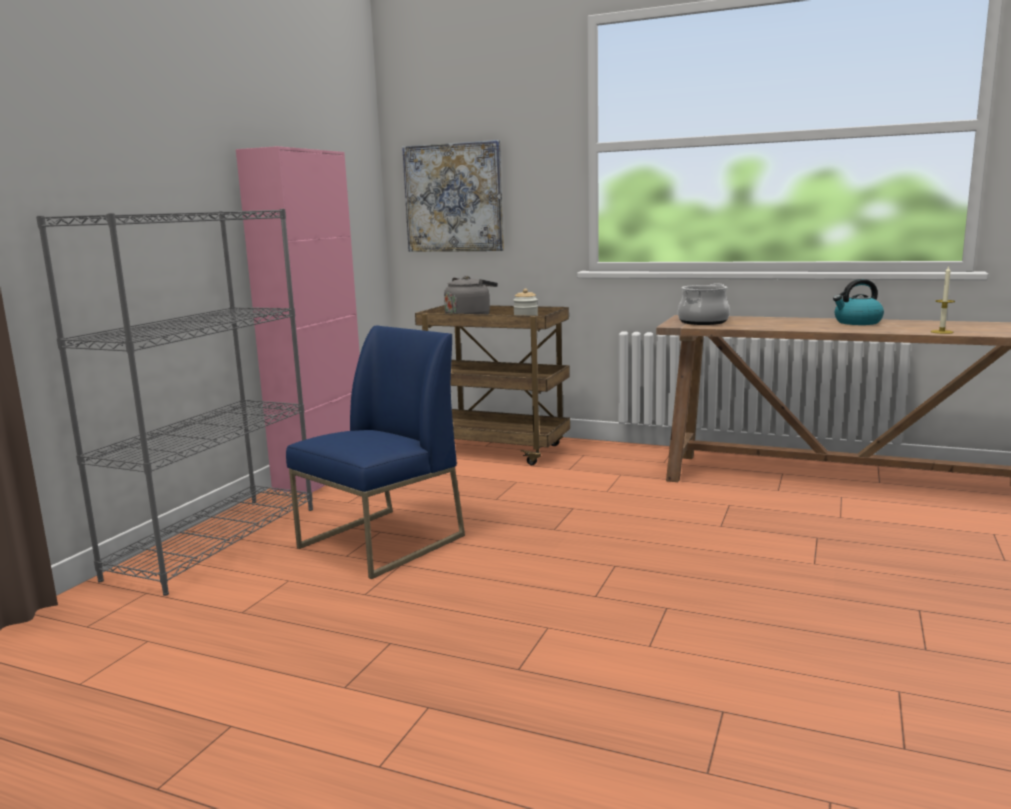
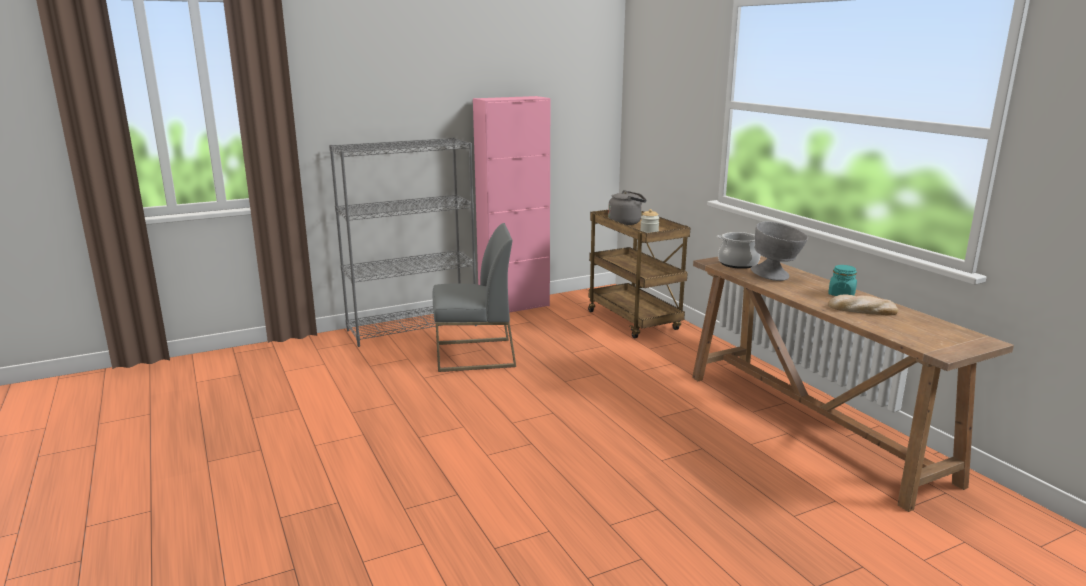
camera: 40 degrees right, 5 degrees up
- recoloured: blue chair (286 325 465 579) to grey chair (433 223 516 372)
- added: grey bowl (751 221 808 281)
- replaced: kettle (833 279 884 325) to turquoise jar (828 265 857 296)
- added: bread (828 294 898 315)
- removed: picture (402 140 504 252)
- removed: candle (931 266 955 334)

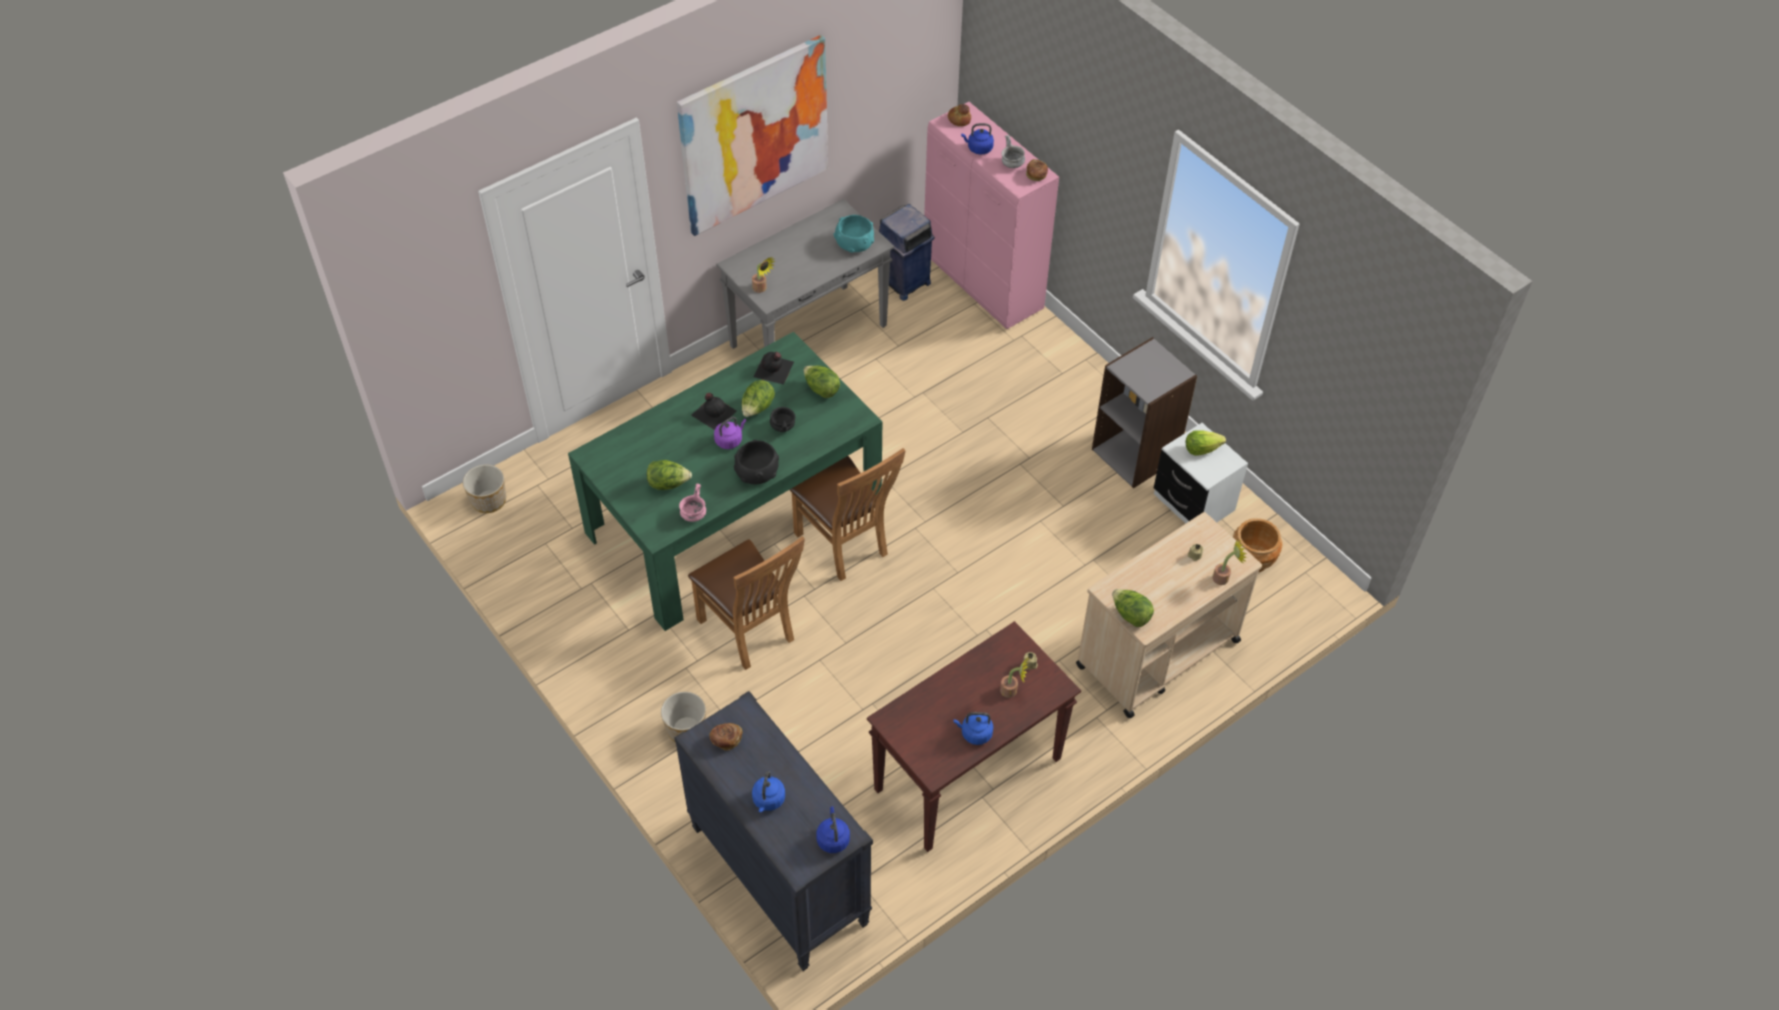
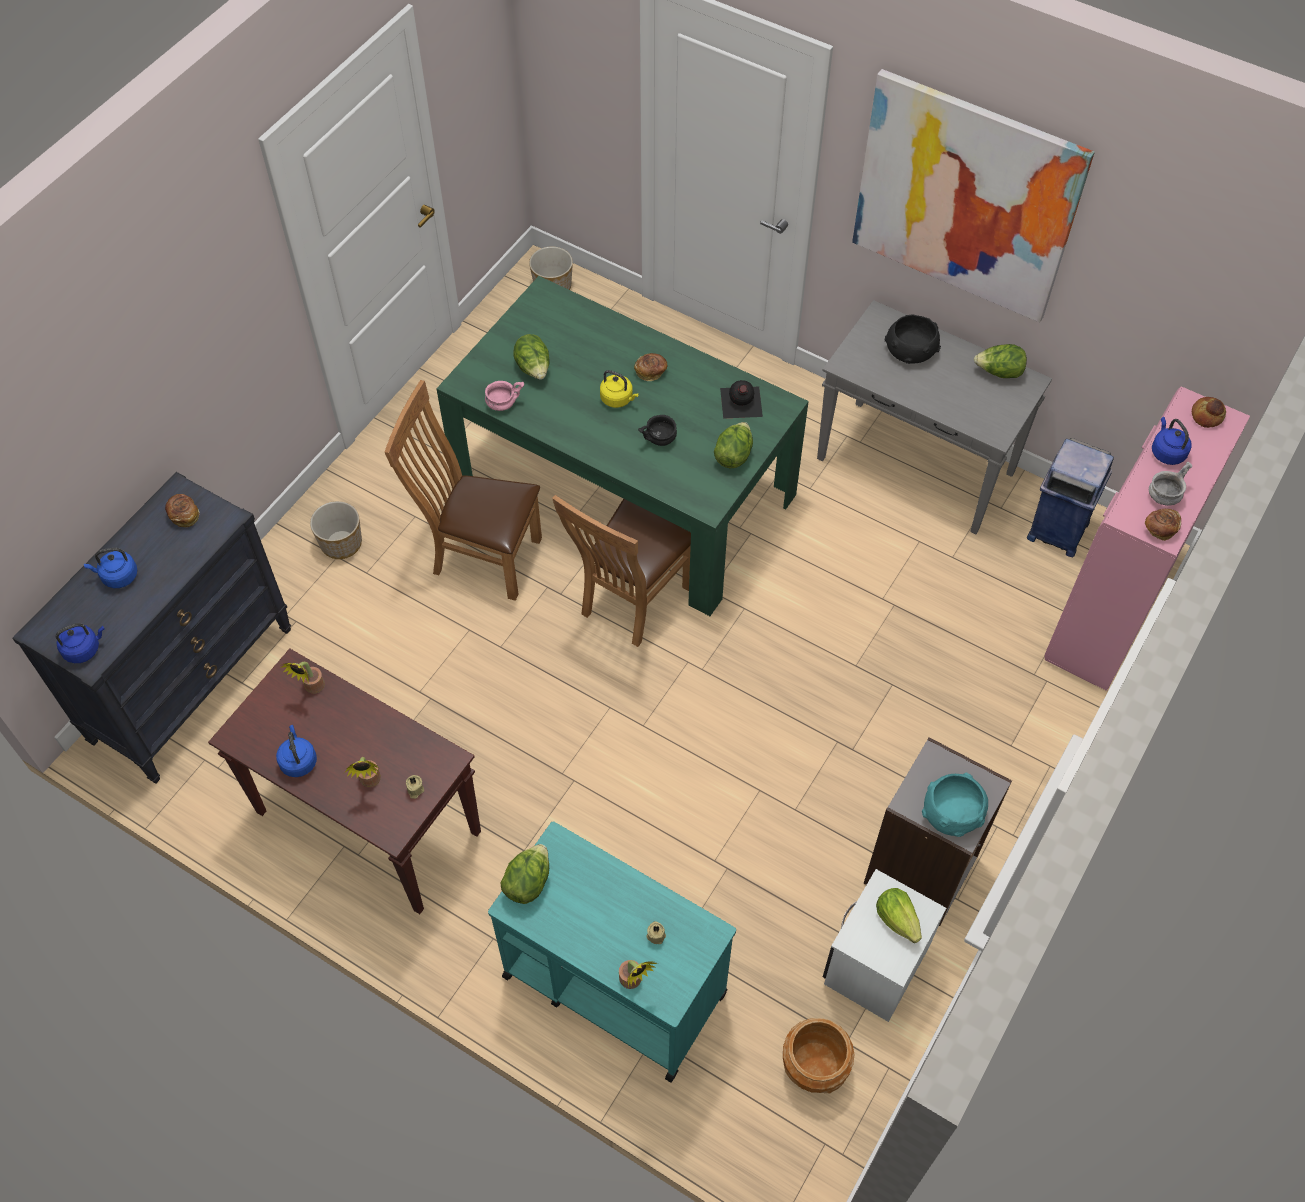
camera: 70 degrees right, 5 degrees up
- moved: potted plant (752 257 776 293) to (280 662 325 694)
- turned: brown chair (688 536 805 670) = (385 380 542 601) 75 degrees clockwise
- recoloured: beige cart (1076 512 1262 718) to turquoise cart (488 821 736 1082)
- recoloured: purple kettle (714 417 746 449) to yellow kettle (600 370 639 408)
- replaced: black bottle (691 393 737 430) to bread (634 353 668 381)
- moved: black bowl (734 440 779 484) to (885 315 941 364)
- moved: turquoise bowl (834 215 874 253) to (922 772 988 837)
- moved: lettuce (741 380 775 417) to (974 344 1027 378)

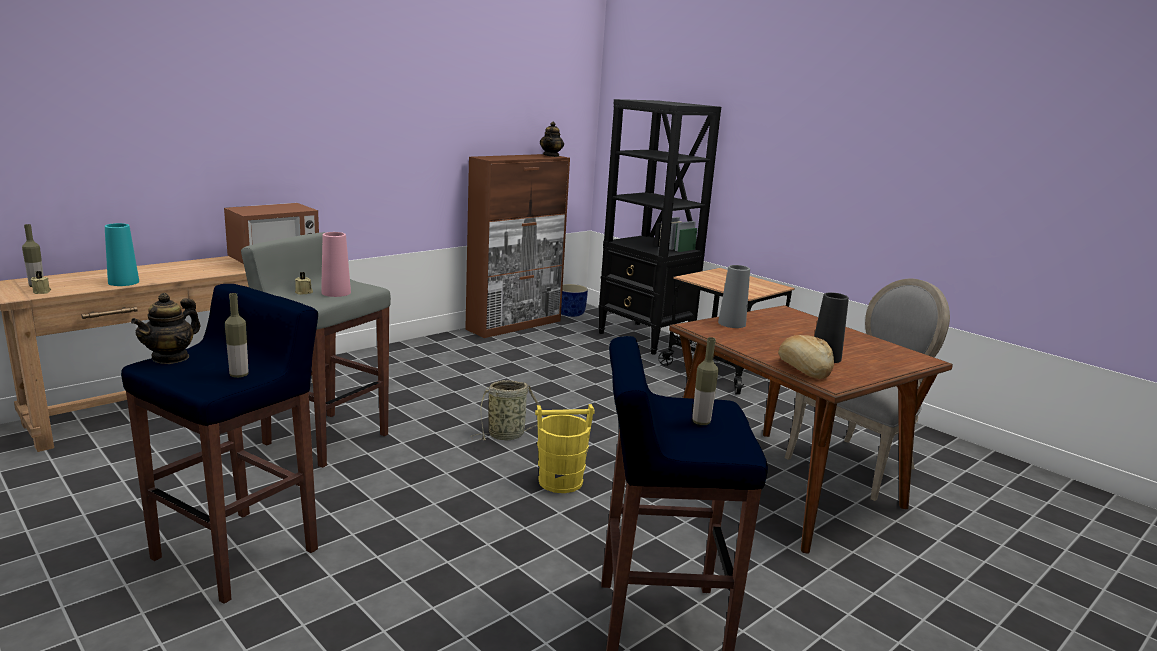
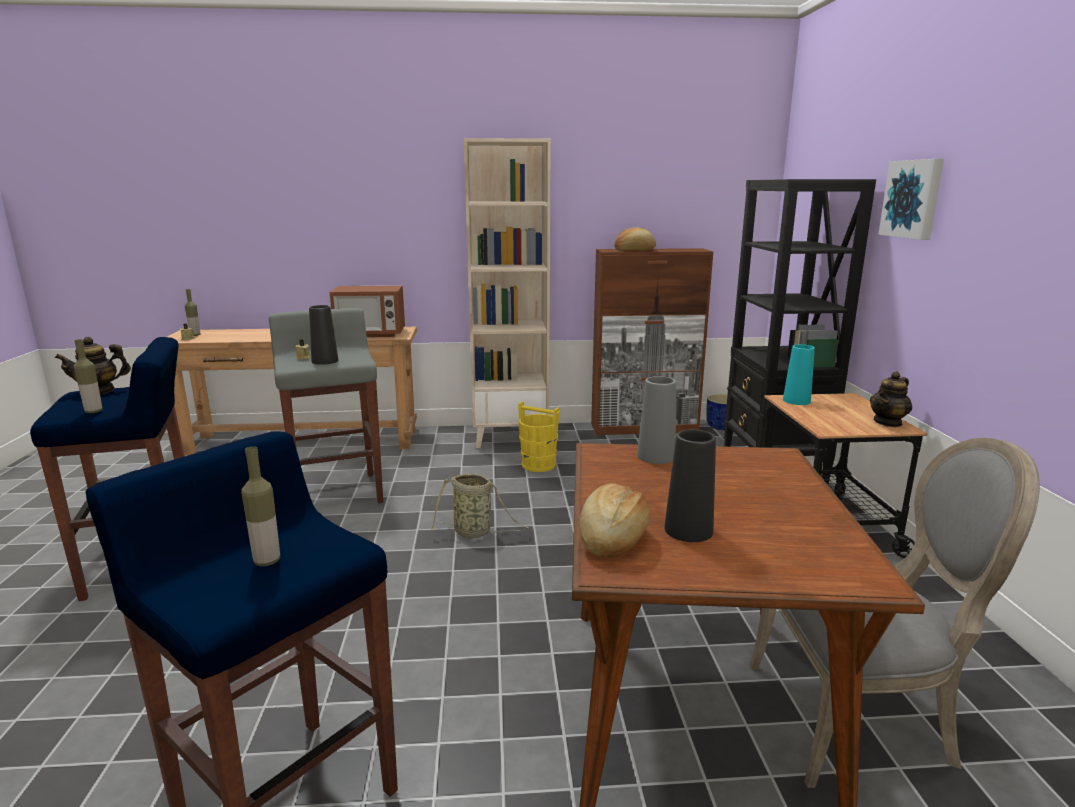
camera: 40 degrees right, 0 degrees up
- recoloured: pink vase (321 232 351 297) to black vase (309 305 339 365)
- added: beige bookcase (464 138 551 448)
- moved: yellow bucket (535 404 595 493) to (518 402 560 472)
- added: bread (614 228 656 251)
- moved: turquoise vase (105 223 139 286) to (783 344 815 405)
- moved: teapot (540 122 564 157) to (870 371 912 427)
- added: picture (878 159 944 240)

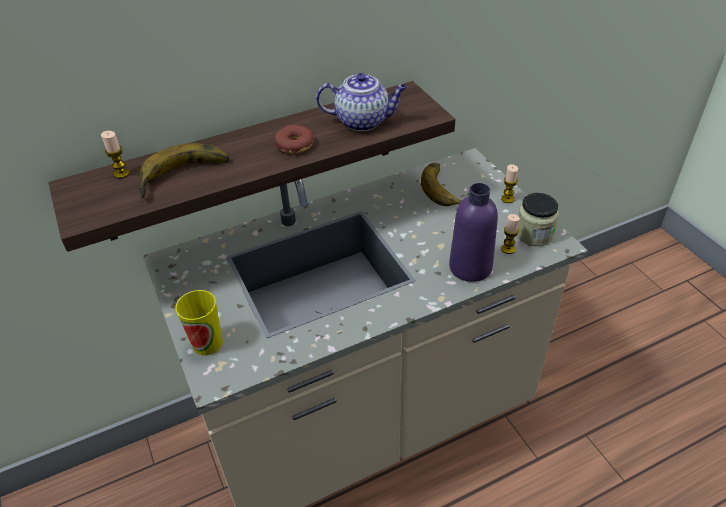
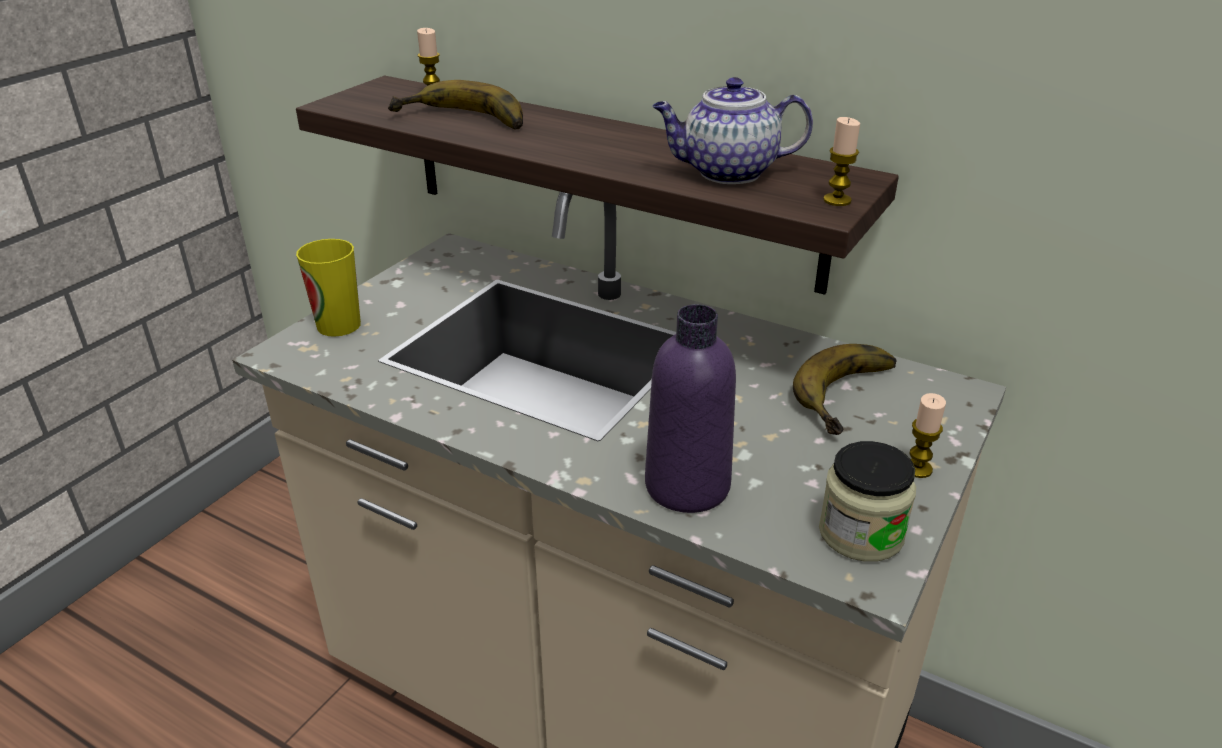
camera: 55 degrees right, 10 degrees down
- turned: teapot (316 73 407 131) = (652 77 813 184) 120 degrees clockwise
- moved: candle (501 214 520 254) to (823 117 860 206)
- removed: donut (274 125 313 155)

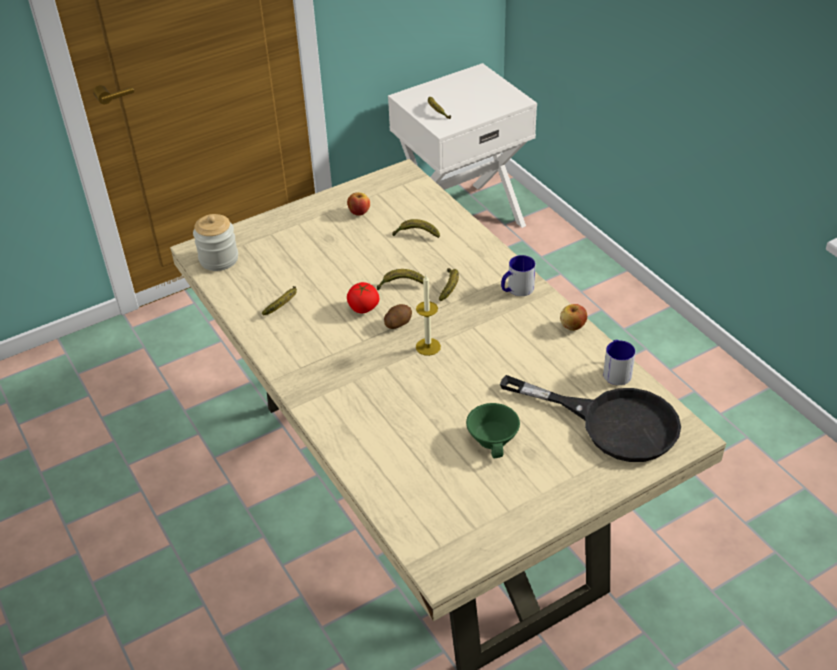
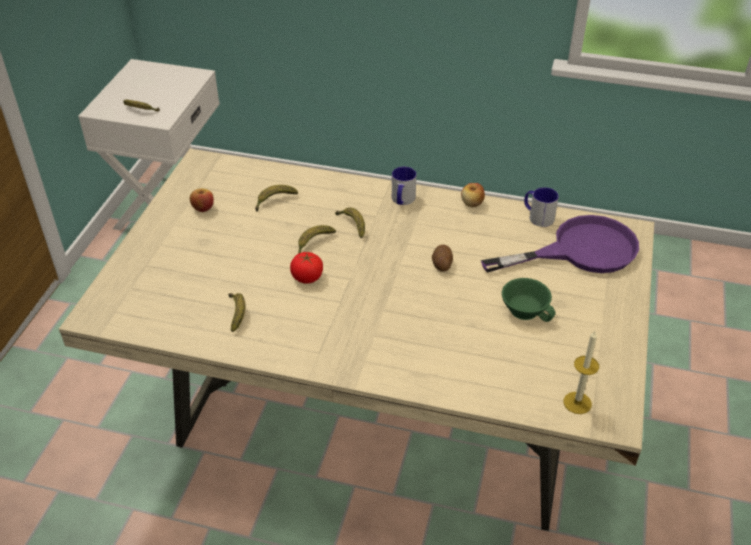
camera: 45 degrees left, 0 degrees up
- moved: potato (384 304 412 329) to (432 245 453 272)
- recoloured: black frying pan (500 375 681 462) to purple frying pan (481 215 639 273)
- moved: candle (416 275 441 356) to (564 331 599 414)
- removed: jar (193 214 238 271)

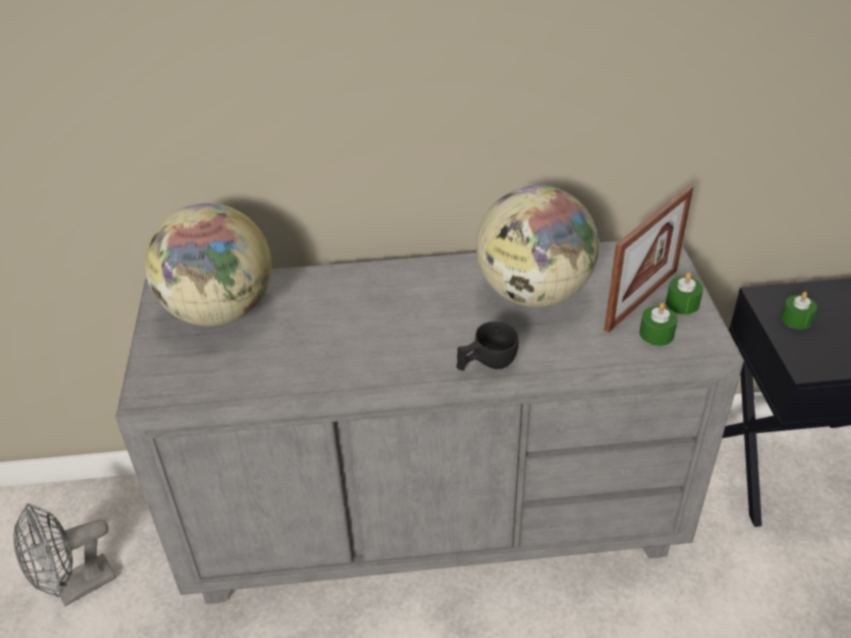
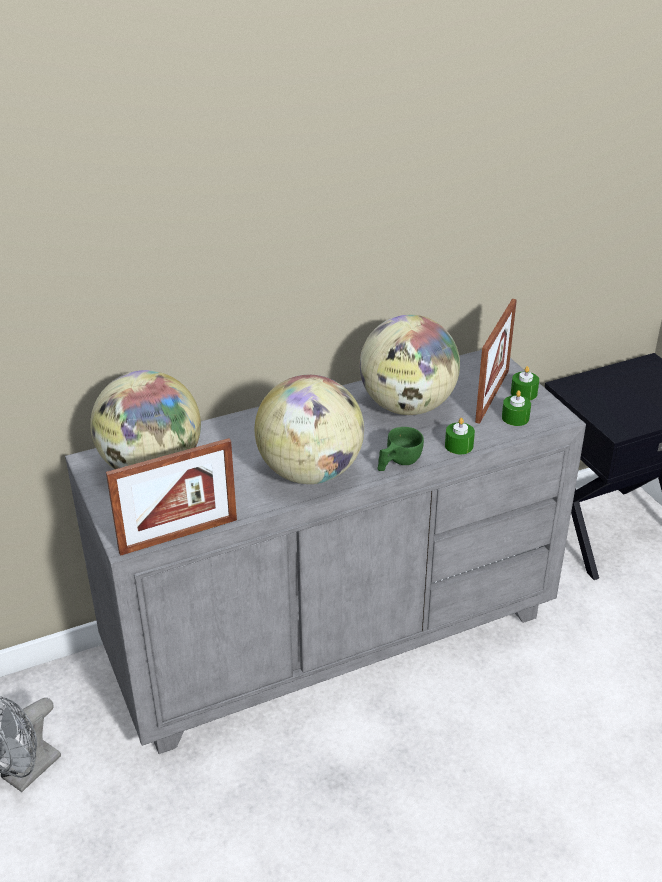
camera: 20 degrees left, 5 degrees down
- added: picture frame (106 438 237 556)
- added: globe (255 375 364 484)
- recoloured: black cup (456 322 519 371) to green cup (377 427 424 471)
- moved: green candle (781 292 817 329) to (445 418 475 454)

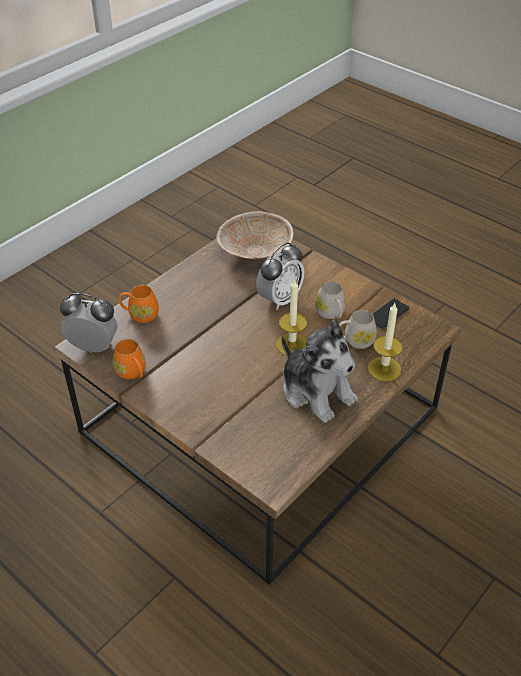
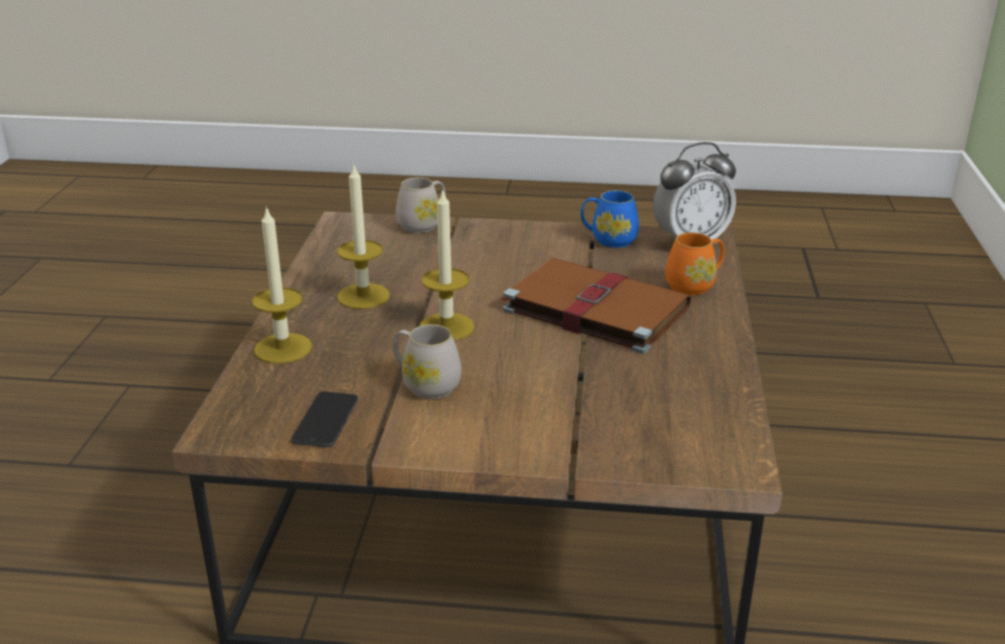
camera: 145 degrees right, 15 degrees down
- replaced: plush toy (281 319 358 423) to candle (337 163 390 309)
- moved: white mug (339 310 377 349) to (396 177 446 233)
- added: brown book (501 258 691 354)
- recoloured: orange mug (113 339 146 379) to blue mug (581 190 639 248)
- removed: beige bowl (217 211 294 259)
- removed: alarm clock (256 242 304 310)

